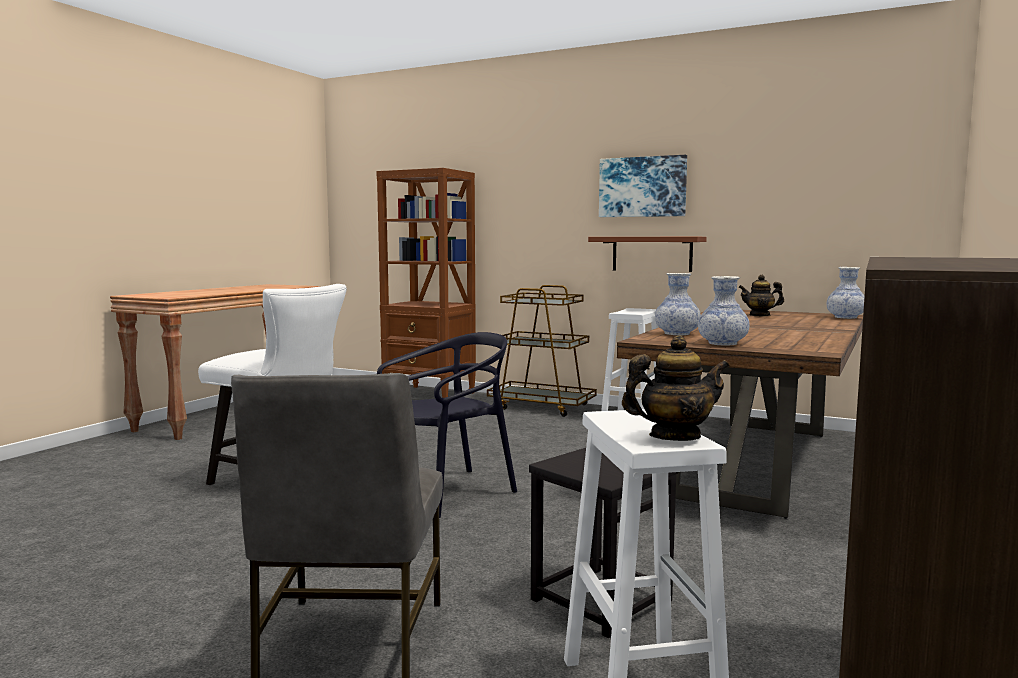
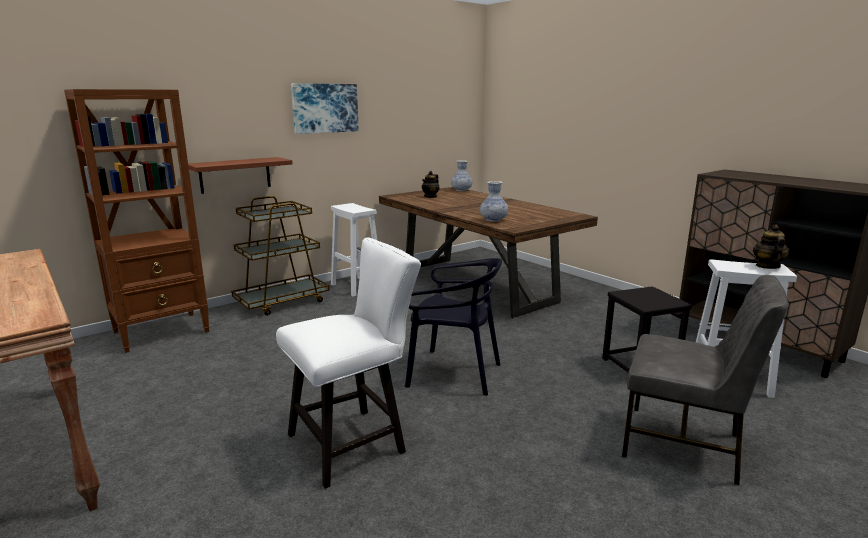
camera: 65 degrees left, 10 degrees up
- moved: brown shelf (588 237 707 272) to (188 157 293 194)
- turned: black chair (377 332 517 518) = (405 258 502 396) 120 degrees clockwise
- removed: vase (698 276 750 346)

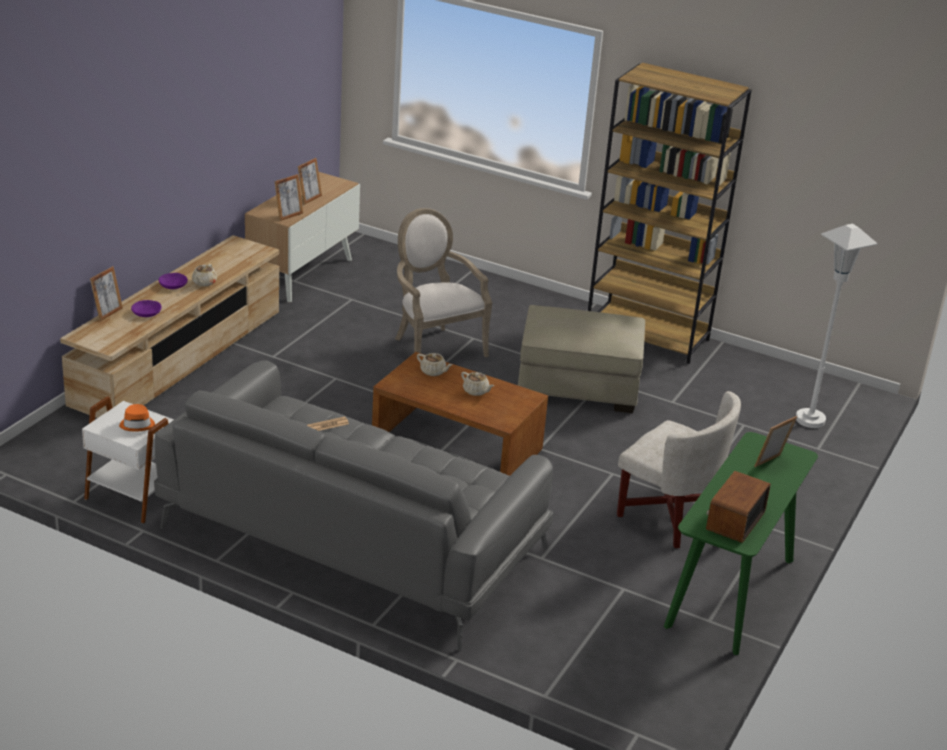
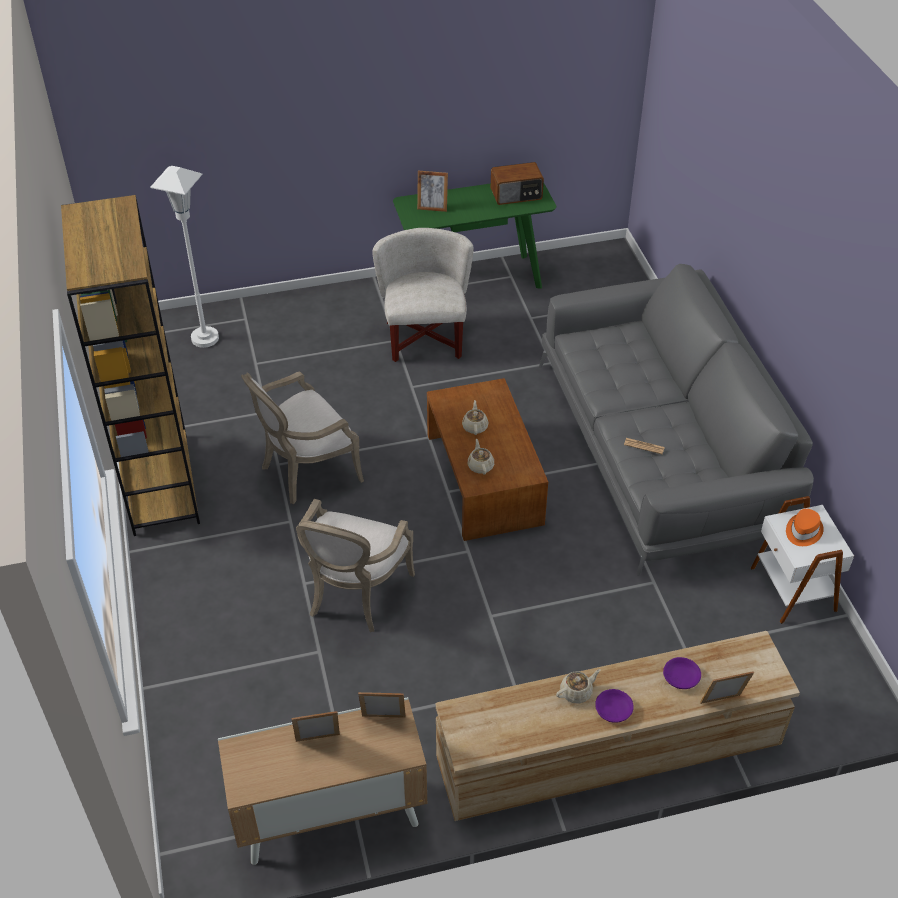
camera: 130 degrees left, 15 degrees up
- replaced: beige ottoman (518 305 645 413) to armchair (241 372 364 504)

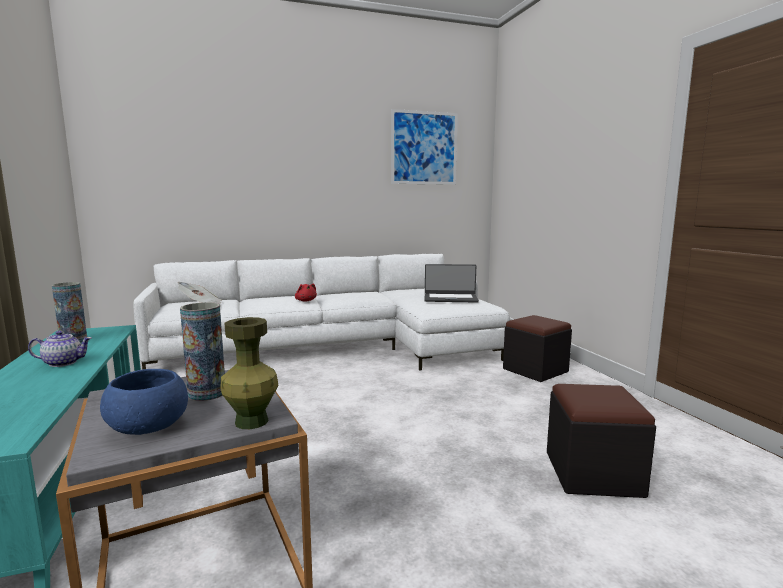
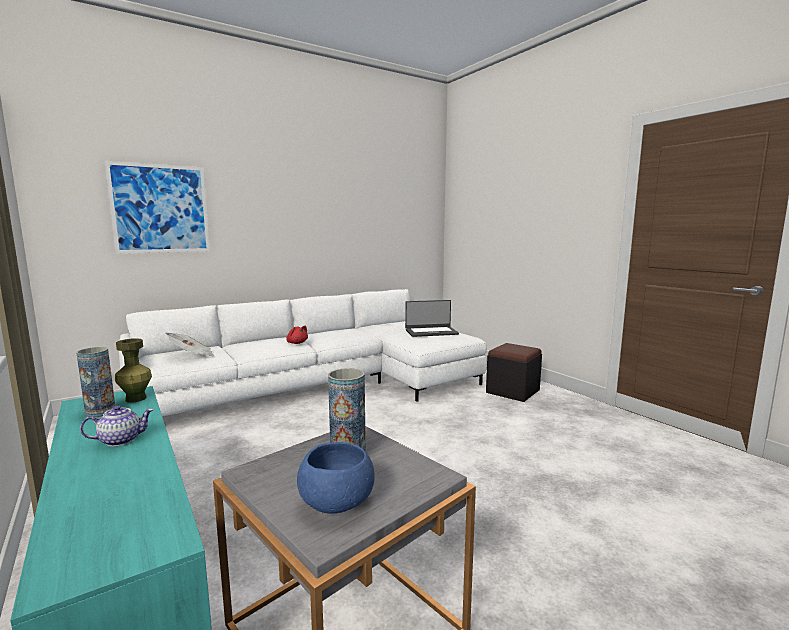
camera: 15 degrees left, 0 degrees up
- moved: picture (391 109 458 185) to (105 161 210 254)
- moved: green vase (220 317 279 429) to (115 338 152 403)
- removed: black ottoman (547 384 656 498)

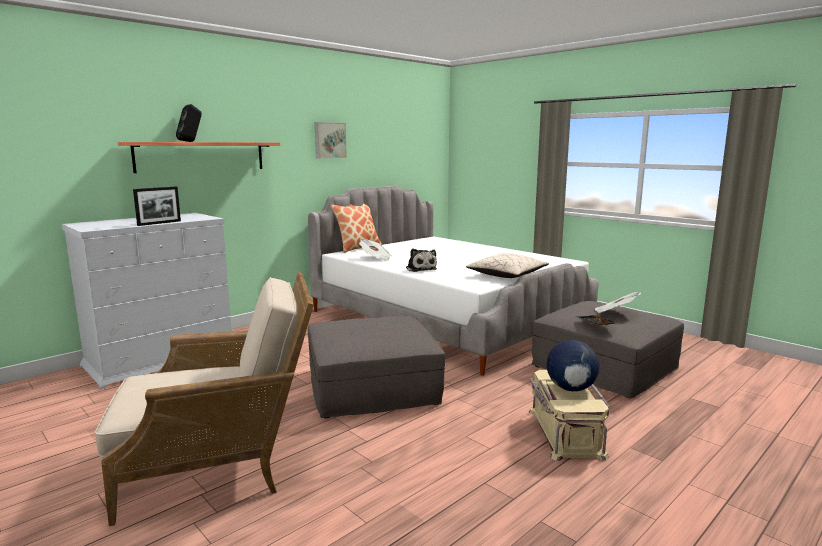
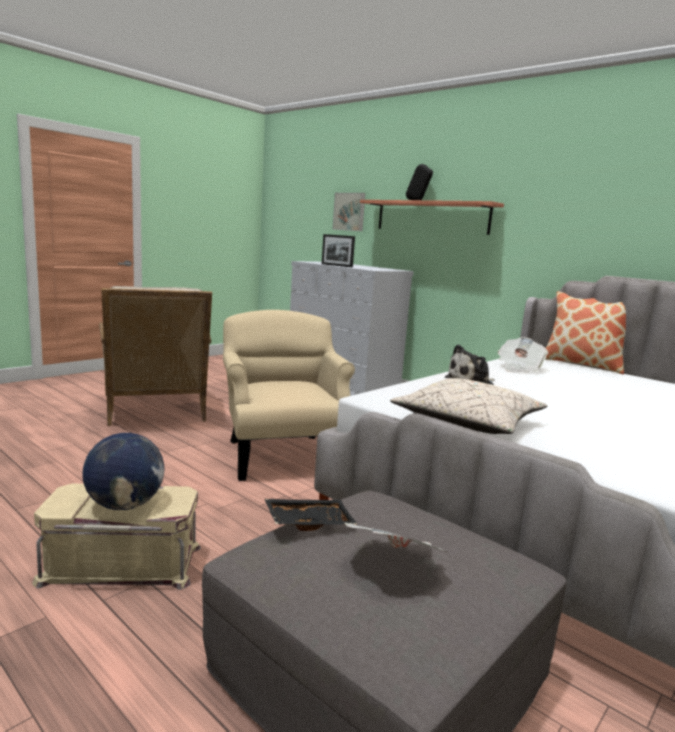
camera: 85 degrees right, 0 degrees up
- replaced: grey ottoman (308 315 445 418) to beige armchair (223 310 355 481)
- moved: picture (314 122 347 158) to (333 193 365 231)

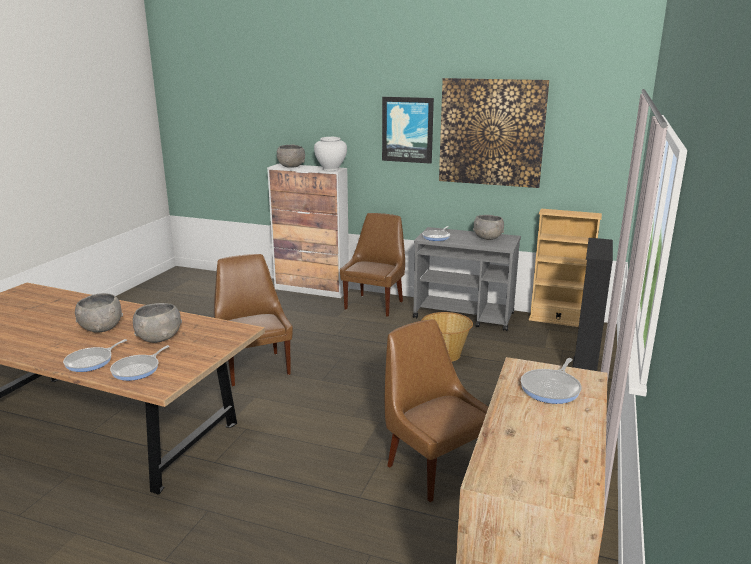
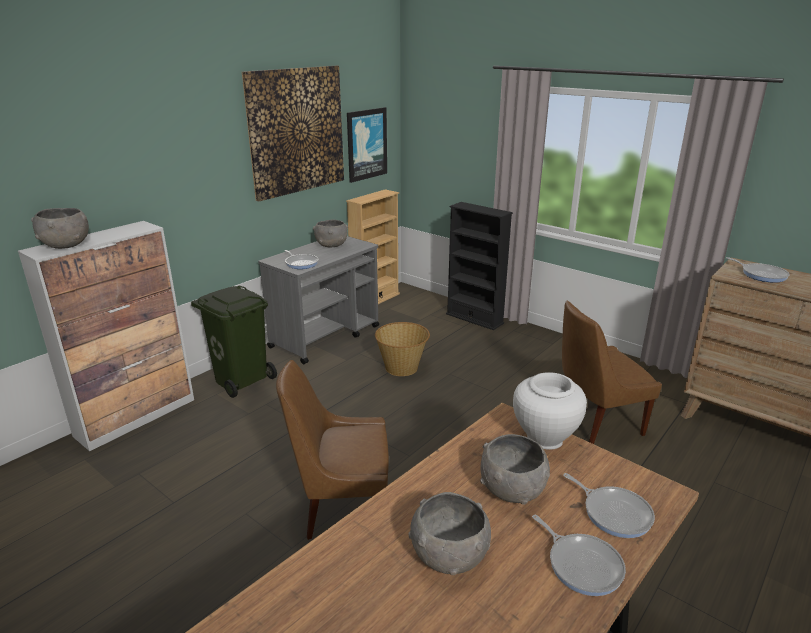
camera: 70 degrees left, 5 degrees up
- replaced: brown chair (340 213 405 317) to green trash can (191 285 277 398)
- moved: picture (382 97 434 164) to (347 107 387 183)
- moved: white vase (314 137 347 171) to (513 372 587 450)

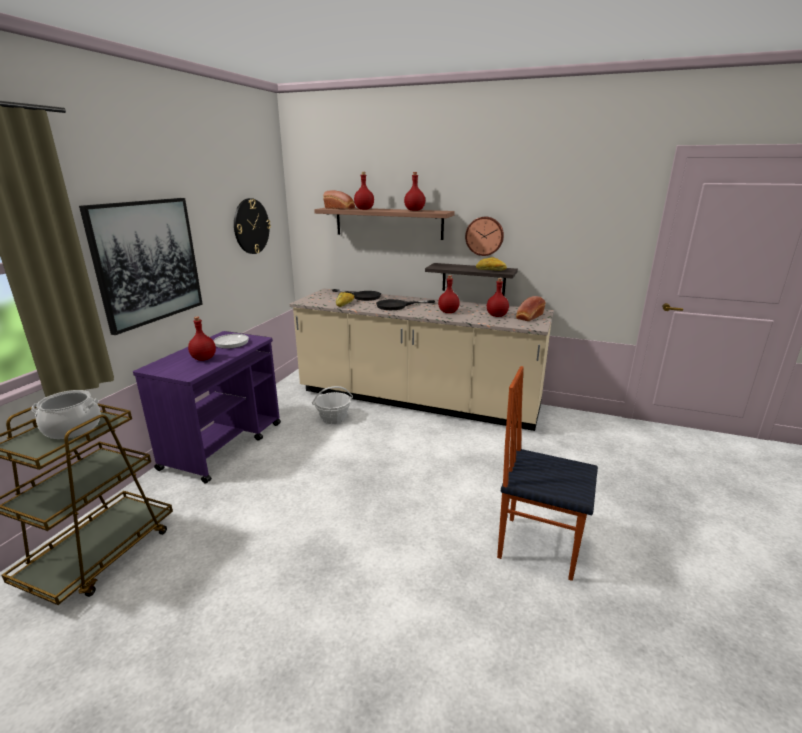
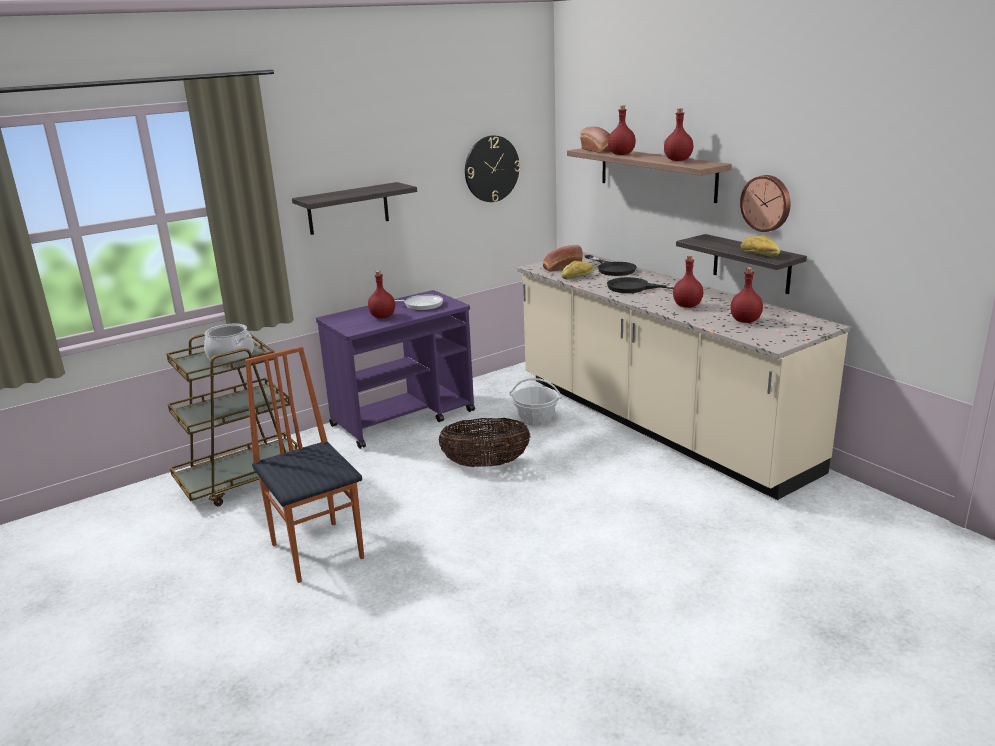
camera: 35 degrees right, 0 degrees up
- moved: chair (497 366 598 581) to (245 346 364 583)
- replaced: picture (79 198 203 335) to shelf (292 182 417 235)
- added: basket (439 418 530 467)
- moved: bread (516 296 546 321) to (543 245 583 271)

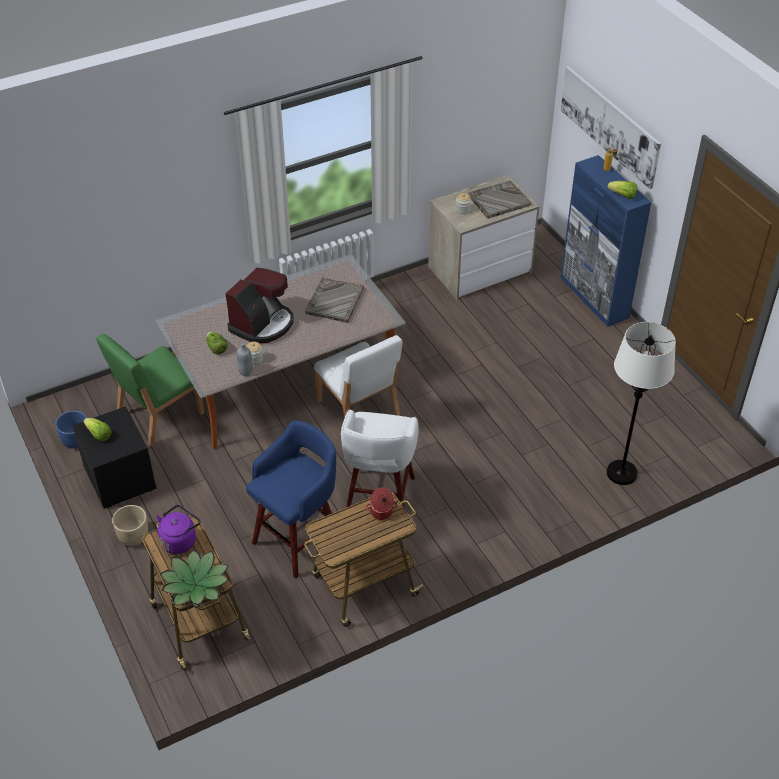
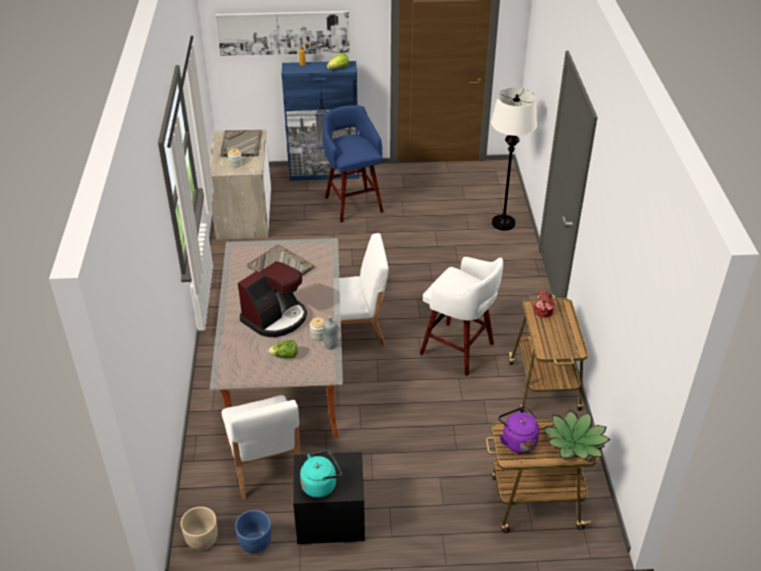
camera: 65 degrees left, 5 degrees down
- moved: beige planter (112 505 148 546) to (181 507 218 550)
- recoloured: green chair (96 334 204 447) to white chair (222 395 300 500)
- turned: coffee machine (225 268 293 343) = (238 261 307 337) 75 degrees clockwise
- replaced: lettuce (83 418 112 441) to turquoise kettle (300 451 342 498)
- moved: blue stool (246 420 336 579) to (323 105 383 222)

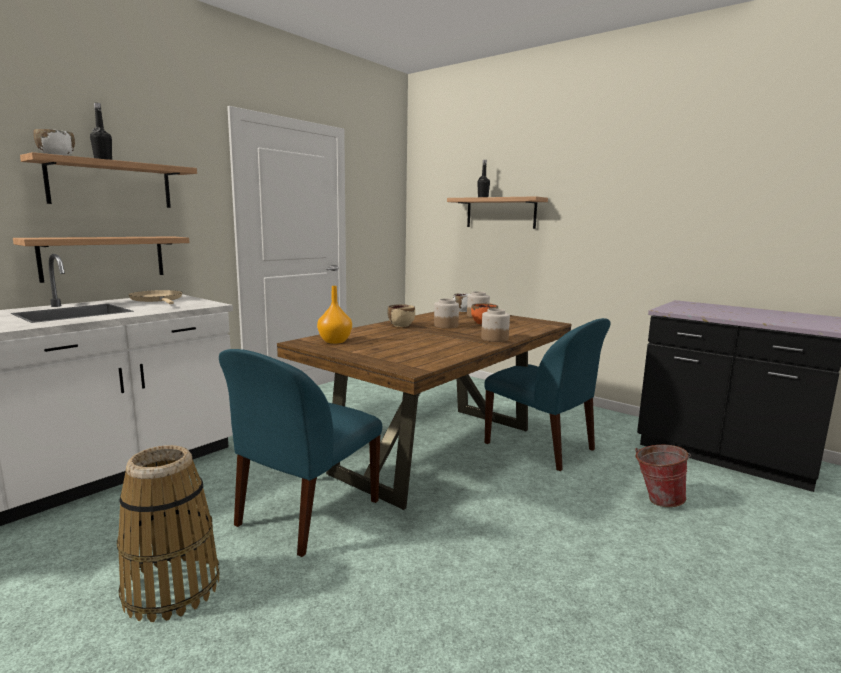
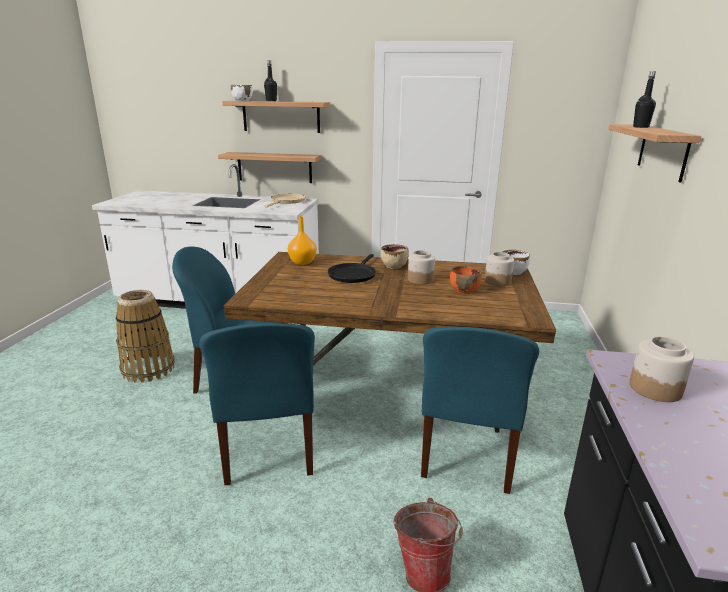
camera: 60 degrees right, 10 degrees up
- added: blue chair (199 323 315 485)
- added: black frying pan (328 254 376 283)
- moved: jar (481 308 510 342) to (630 336 694 402)

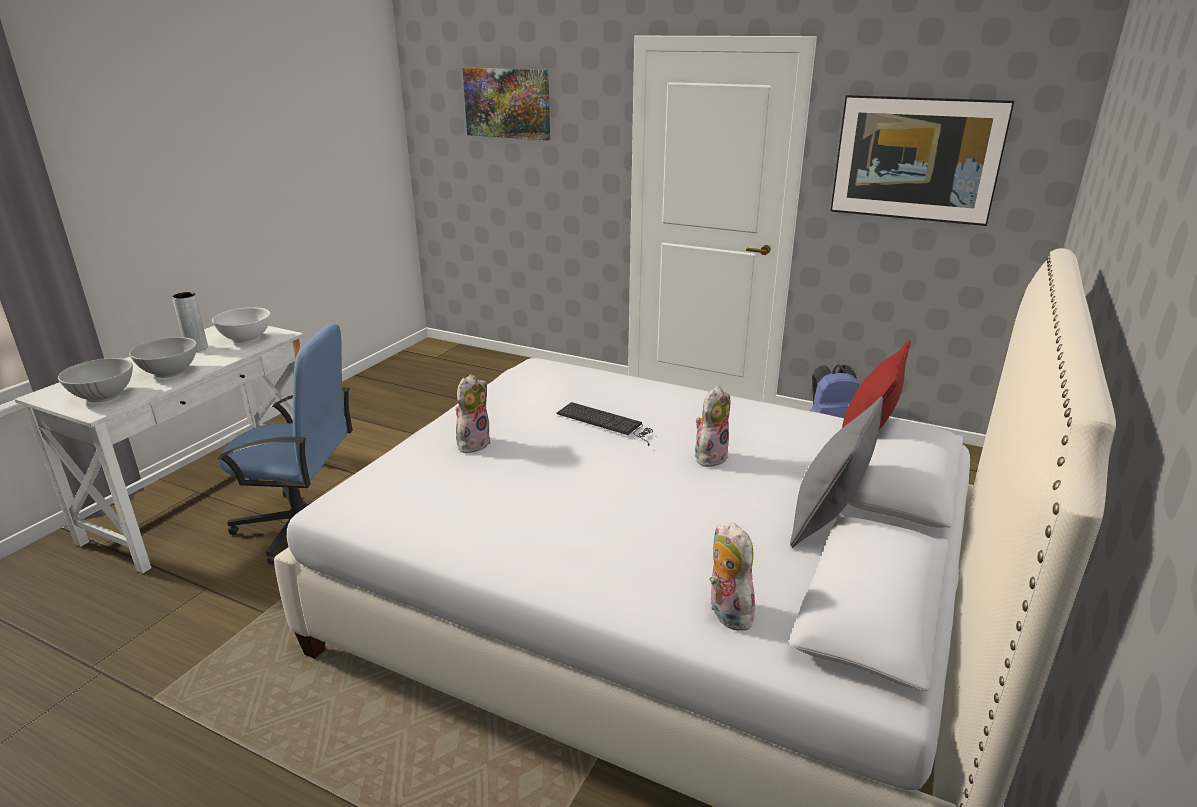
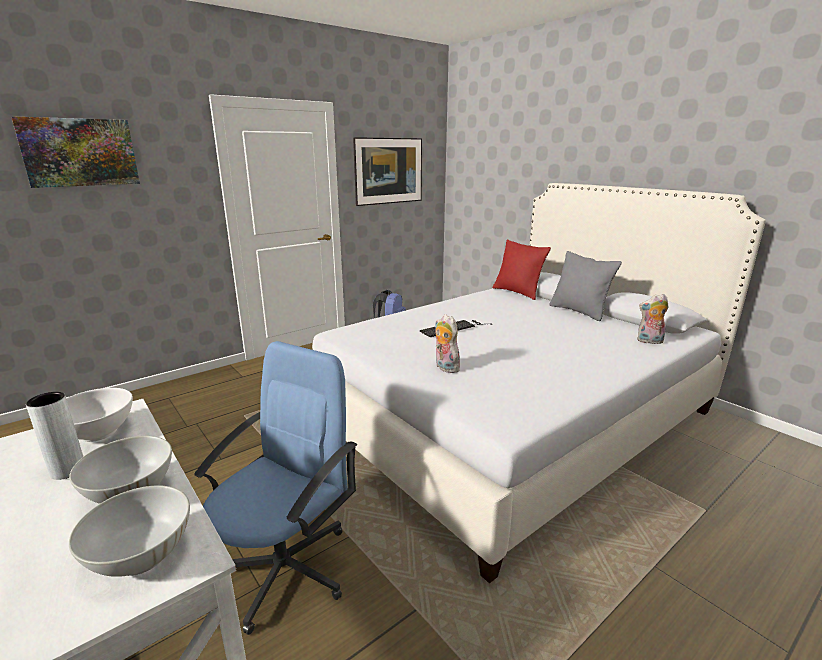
camera: 65 degrees left, 5 degrees down
- removed: plush toy (695 386 731 467)

